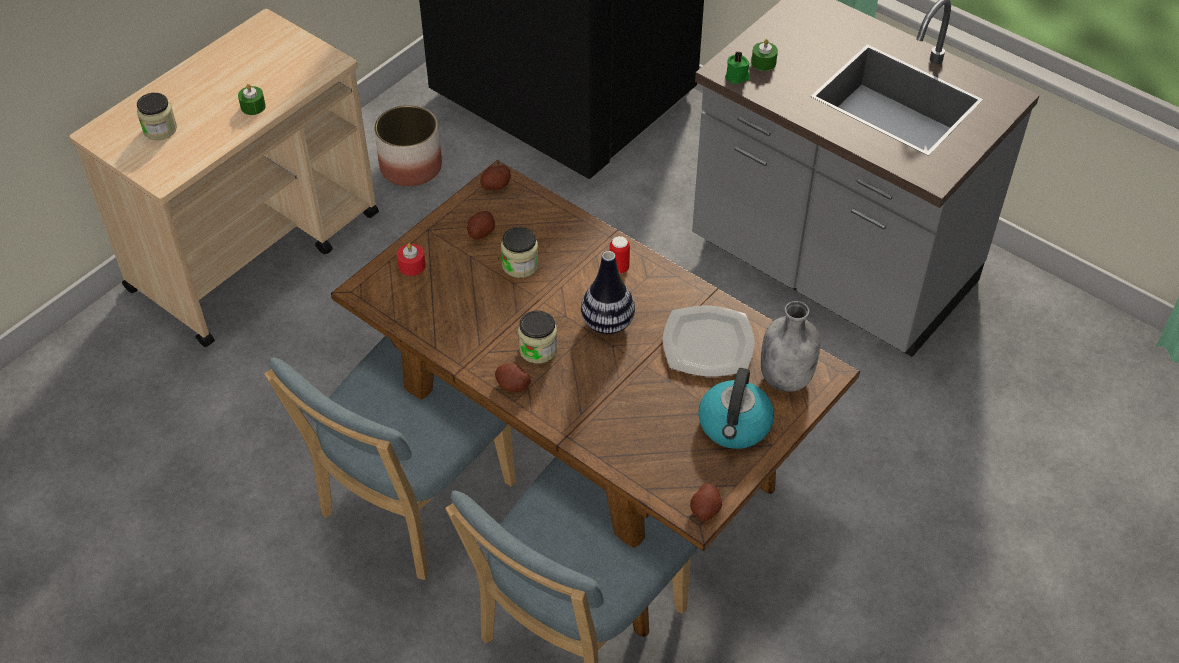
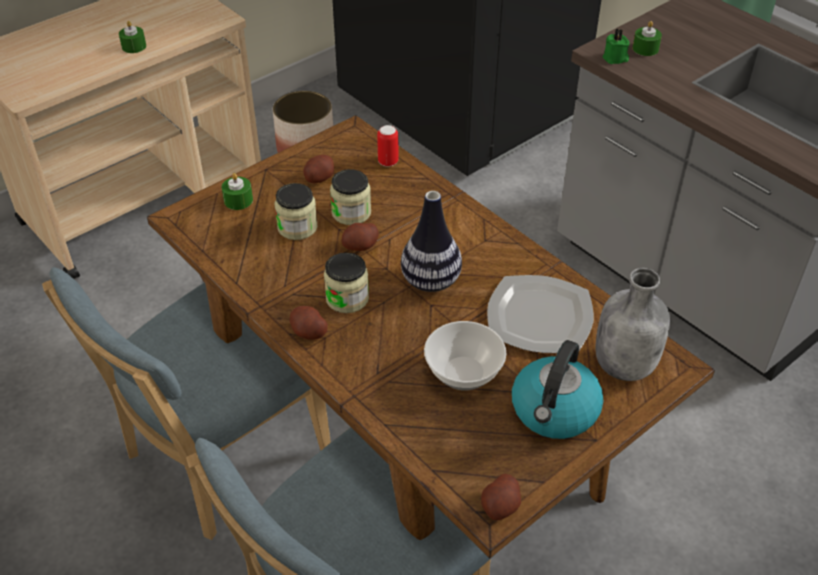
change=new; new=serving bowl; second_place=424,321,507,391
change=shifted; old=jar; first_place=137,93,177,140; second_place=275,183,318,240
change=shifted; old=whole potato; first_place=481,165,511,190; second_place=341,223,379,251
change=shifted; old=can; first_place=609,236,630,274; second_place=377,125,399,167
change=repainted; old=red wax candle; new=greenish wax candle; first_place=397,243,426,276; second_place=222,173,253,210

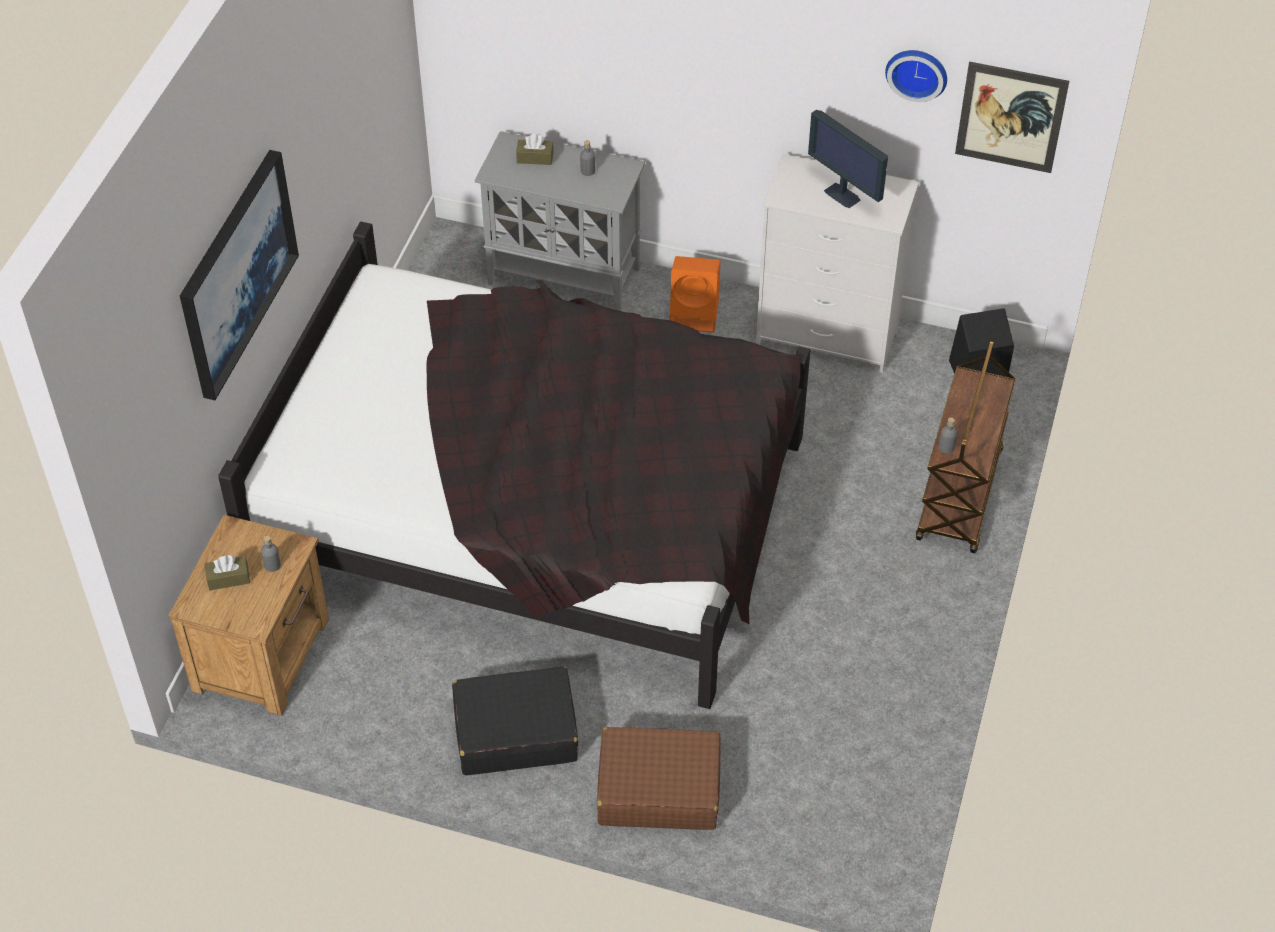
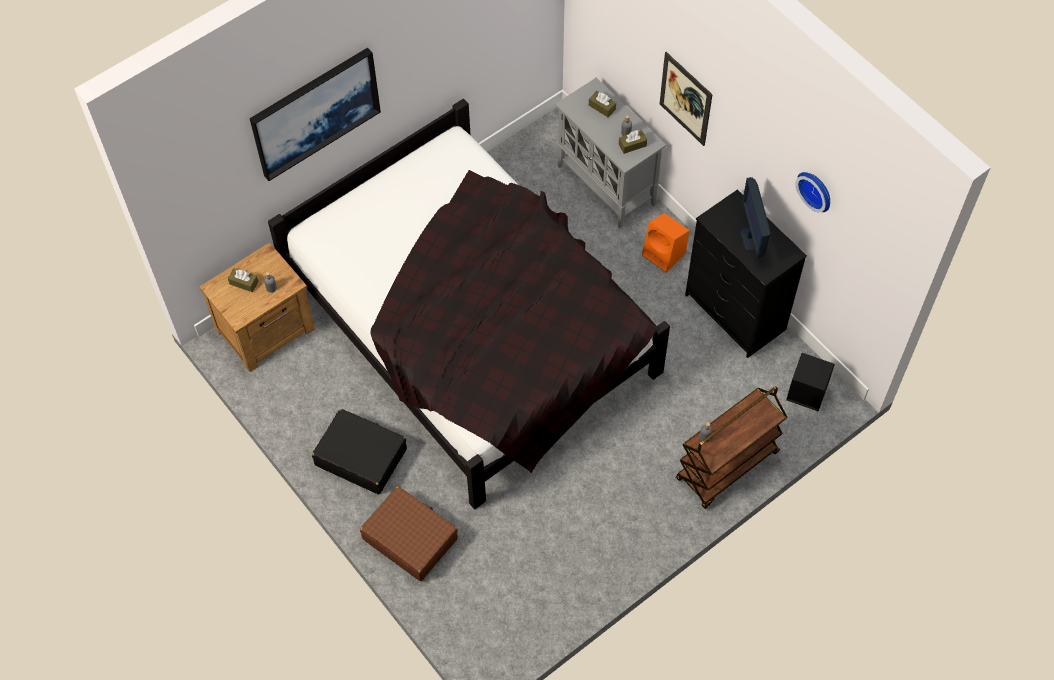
change=new; new=brown-coloured tissue box; second_place=619,130,647,154
change=shifted; old=wall picture; first_place=955,62,1069,173; second_place=660,52,713,146
change=repainted; old=white drawer chest; new=black drawer chest; first_place=756,154,919,373; second_place=685,189,807,358

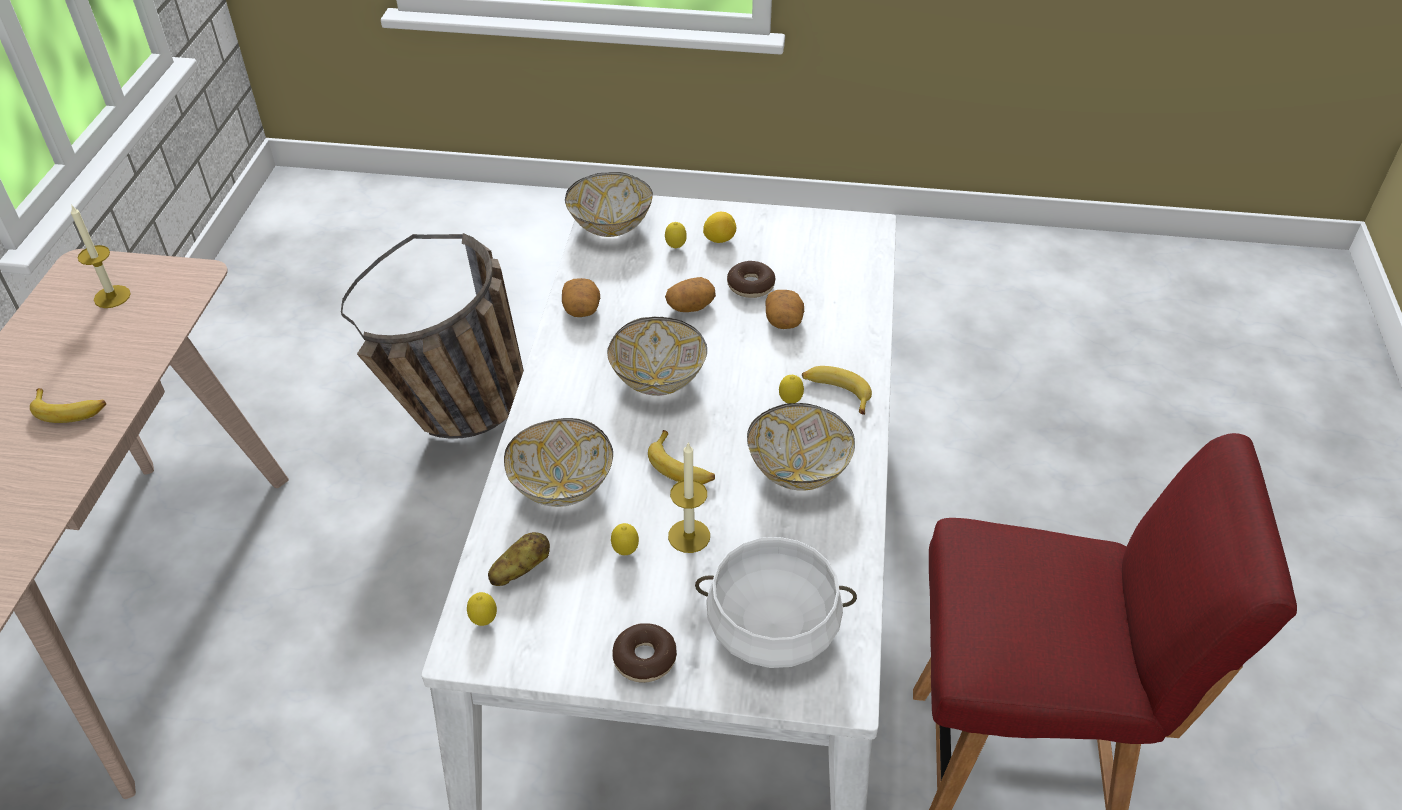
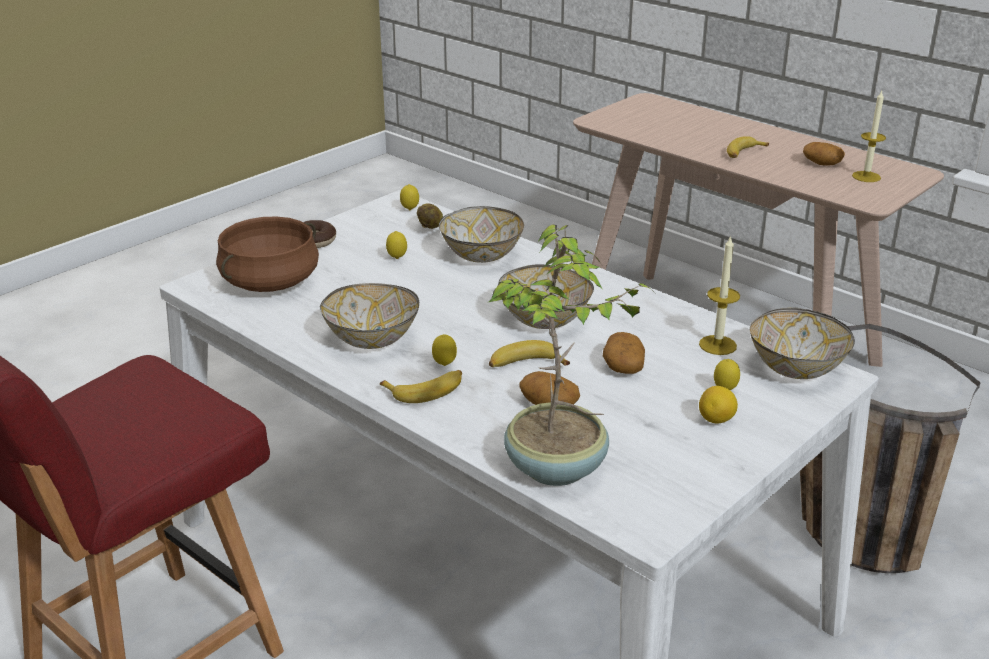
change=gone; old=ring doughnut; first_place=727,261,775,298
change=new; new=houseplant; second_place=489,224,656,486
change=shifted; old=whole potato; first_place=562,278,600,317; second_place=803,142,845,166
change=shifted; old=whole banana; first_place=648,430,715,484; second_place=489,340,570,367
change=shifted; old=wax candle; first_place=668,443,710,553; second_place=699,235,740,355
change=repainted; old=white cooking pot; new=brown-coloured cooking pot; first_place=695,537,857,668; second_place=216,216,319,292

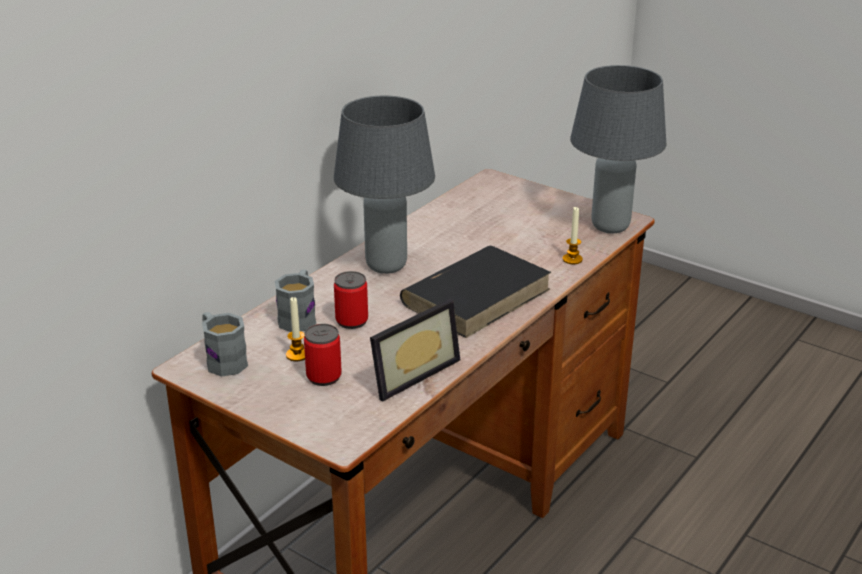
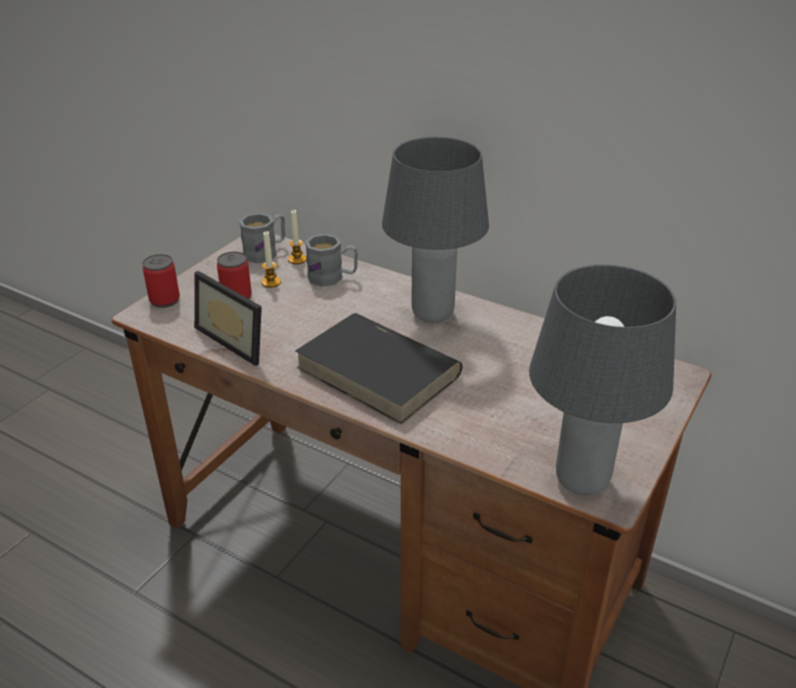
change=shifted; old=can; first_place=334,271,368,329; second_place=143,254,180,308
change=shifted; old=wax candle; first_place=563,206,583,264; second_place=288,209,306,264

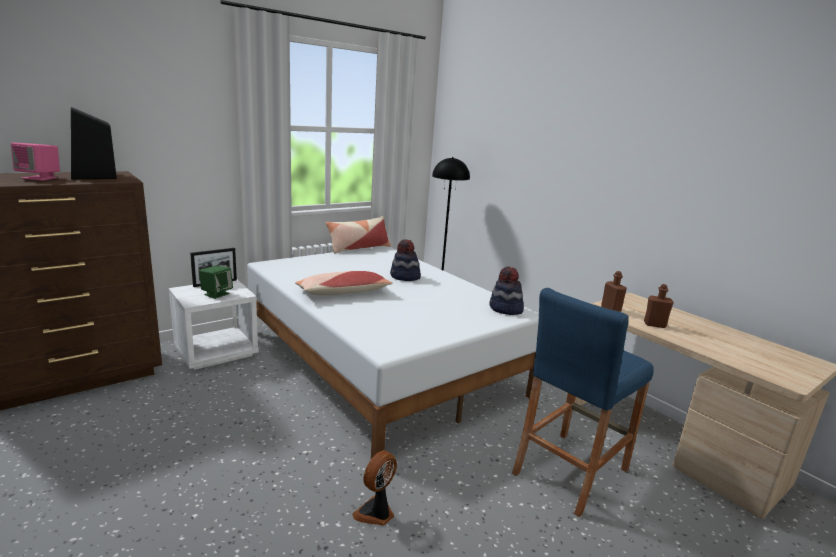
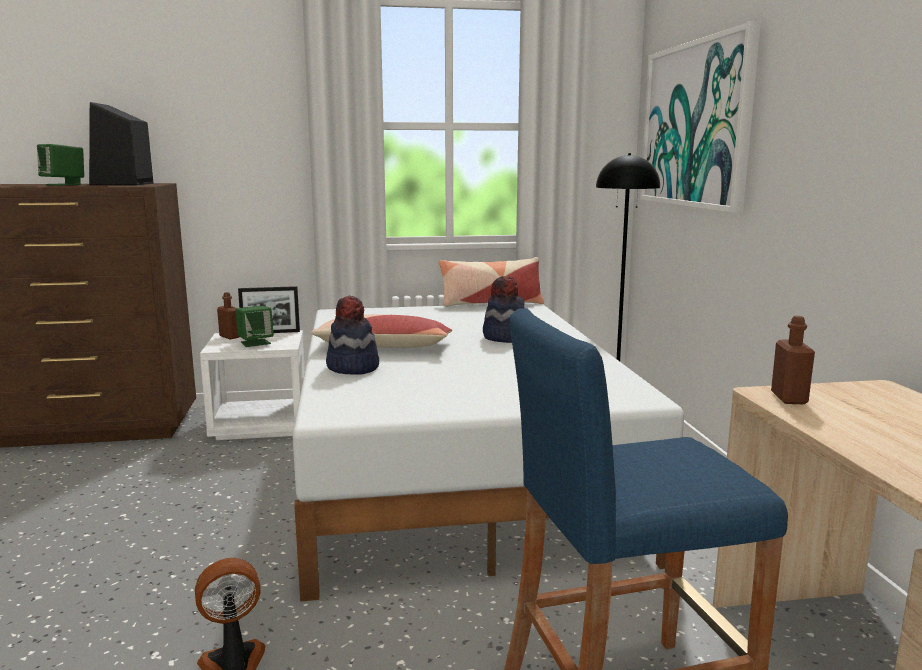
change=new; new=wall picture; second_place=640,22,761,213
change=shifted; old=wearable hat; first_place=489,267,524,315; second_place=326,296,379,375
change=shifted; old=brown-coloured bottle; first_place=644,284,674,328; second_place=217,292,240,339
change=repainted; old=pink-coloured loudspeaker; new=greenish loudspeaker; first_place=11,143,60,181; second_place=37,144,84,186

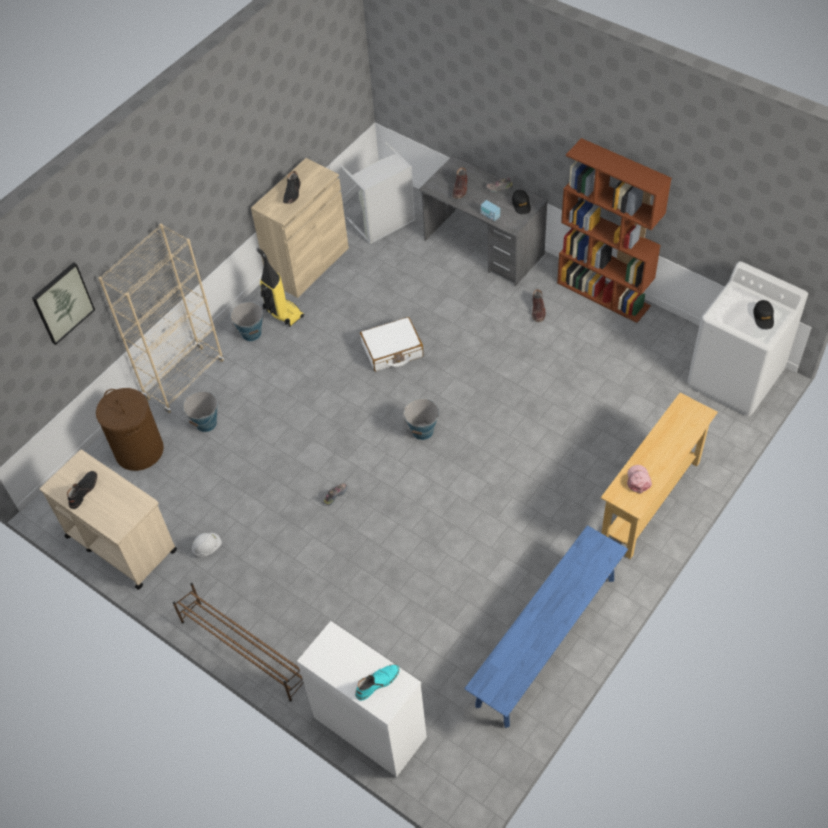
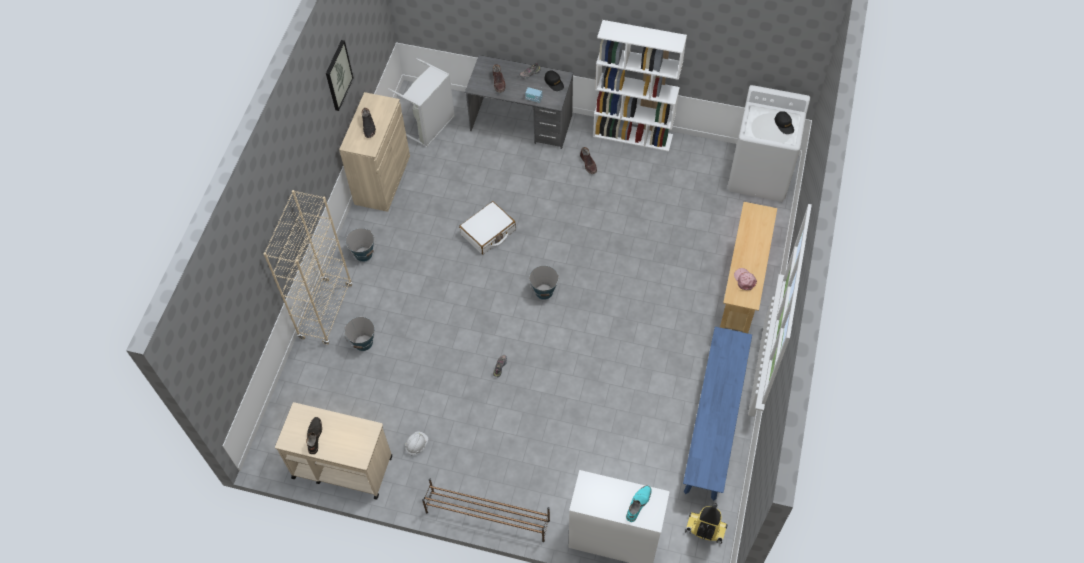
change=gone; old=brown-coloured laundry basket; first_place=96,388,164,471
change=shifted; old=wall picture; first_place=32,262,95,345; second_place=326,40,353,111
change=shifted; old=vacuum cleaner; first_place=256,248,304,327; second_place=685,503,728,544
change=repainted; old=brown-coloured bookshelf; new=white bookshelf; first_place=557,138,672,323; second_place=593,20,687,152

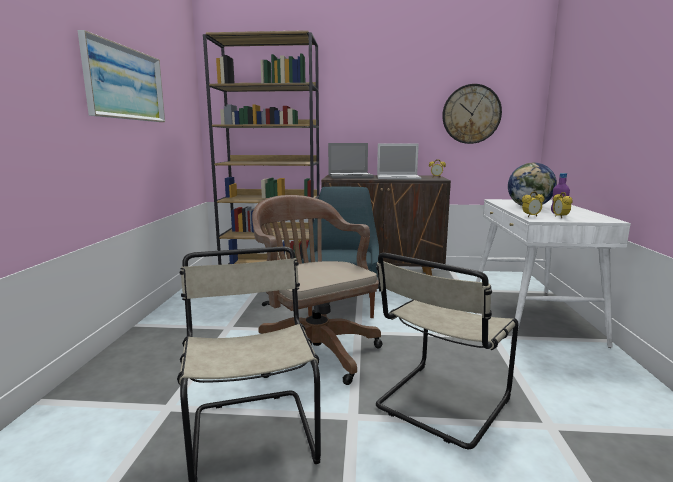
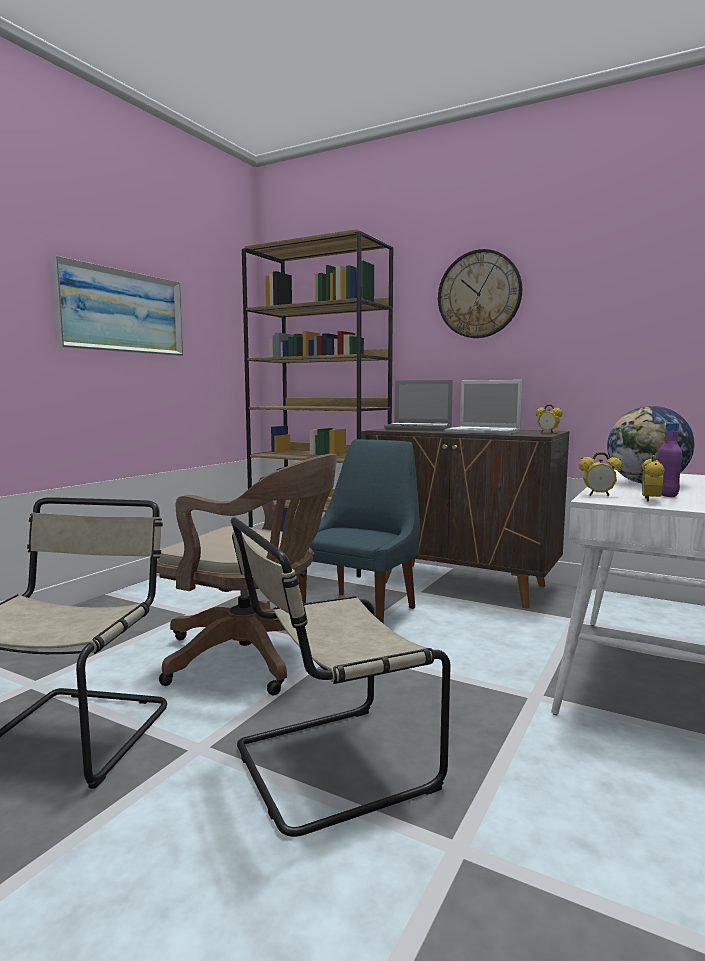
change=shifted; old=wall clock; first_place=442,84,502,144; second_place=438,249,522,338
change=rotated; old=brown-coloured computer chair; first_place=252,195,383,385; second_place=157,454,337,695; degrees=120

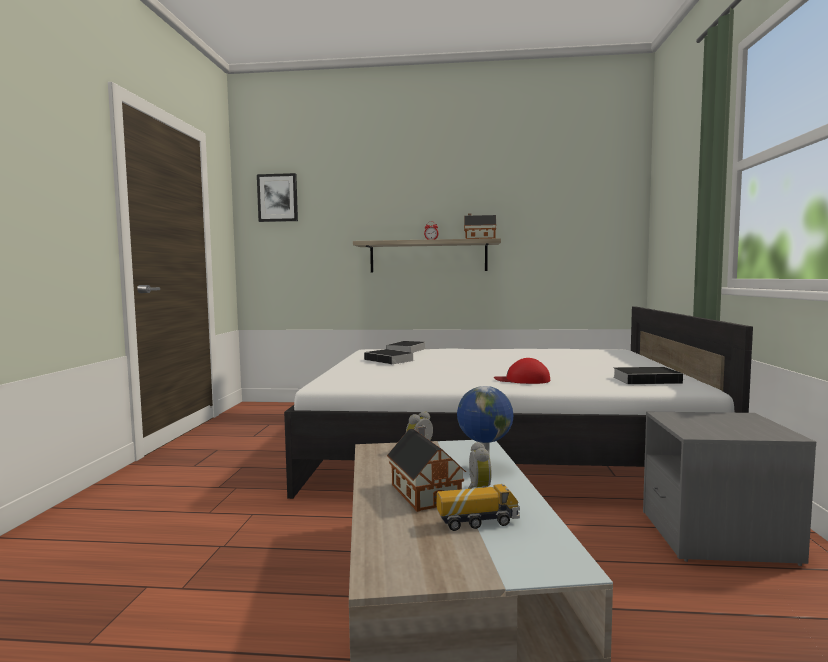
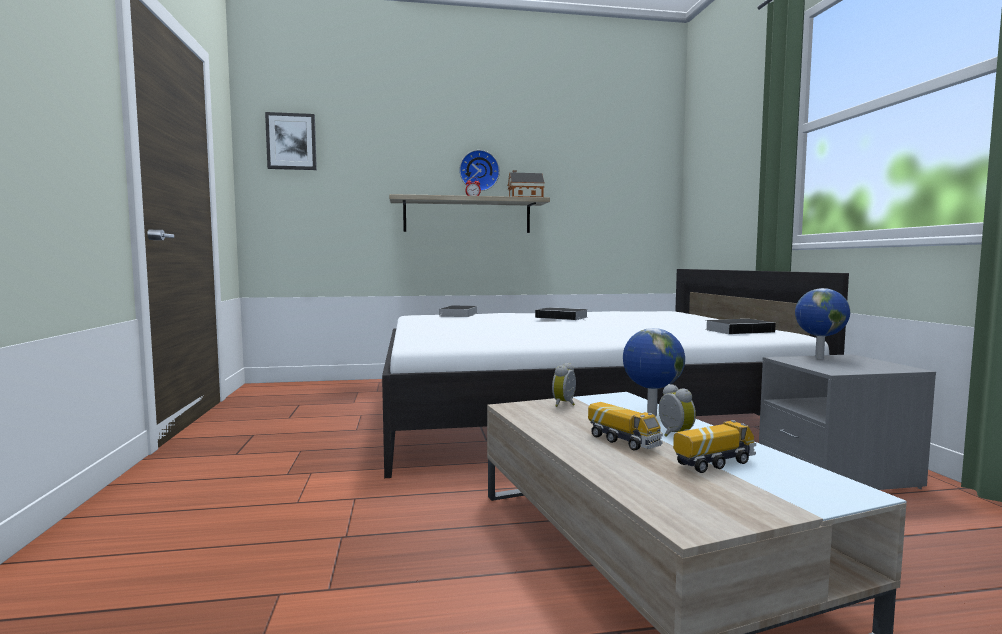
change=gone; old=red baseball cap; first_place=494,358,550,384
change=new; new=wall clock; second_place=459,150,500,191
change=new; new=world globe; second_place=795,288,850,359
change=shifted; old=book; first_place=364,349,414,365; second_place=535,307,588,320
change=swapped; old=miniature house; new=toy lorry; first_place=387,425,466,512; second_place=588,402,663,451

